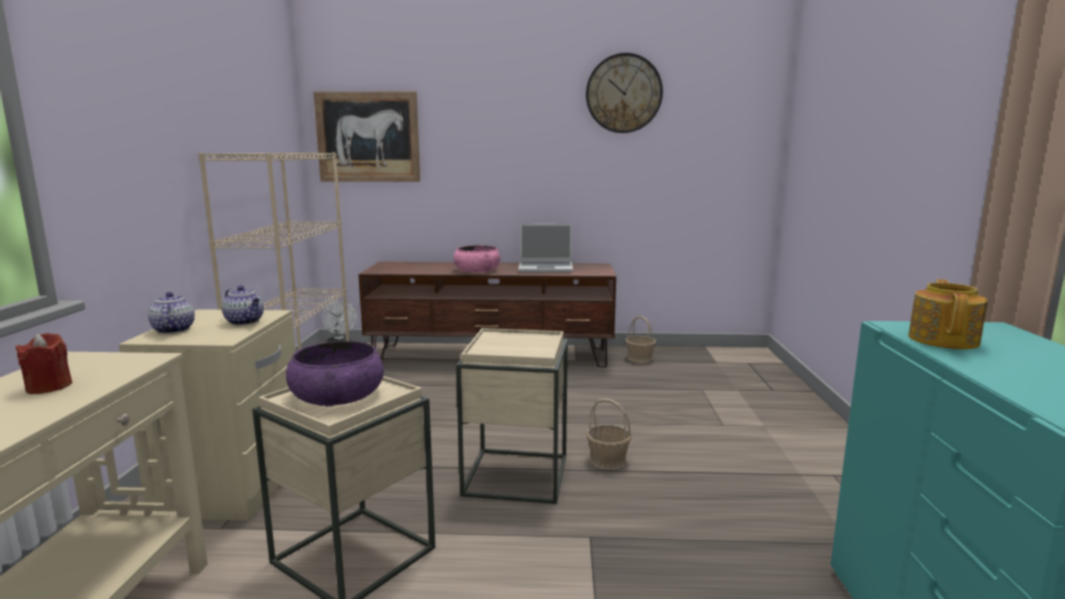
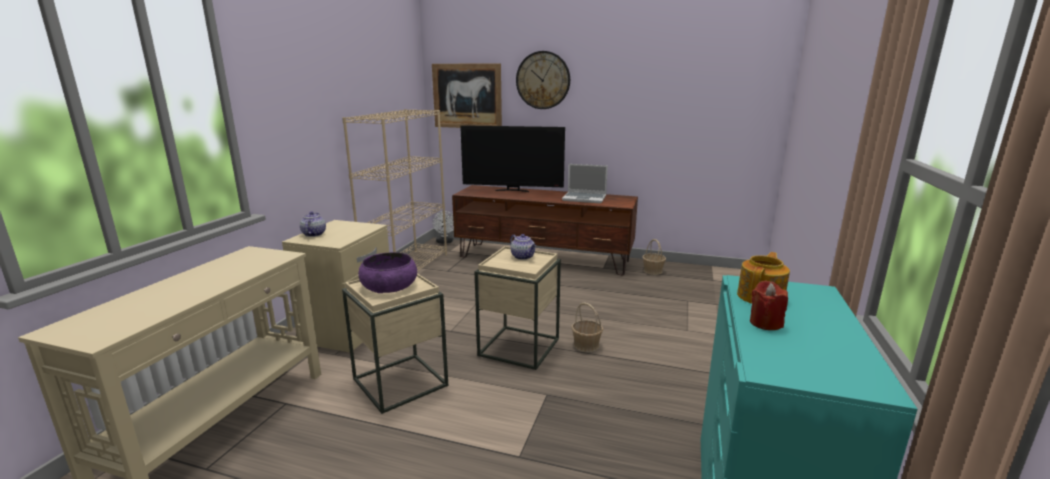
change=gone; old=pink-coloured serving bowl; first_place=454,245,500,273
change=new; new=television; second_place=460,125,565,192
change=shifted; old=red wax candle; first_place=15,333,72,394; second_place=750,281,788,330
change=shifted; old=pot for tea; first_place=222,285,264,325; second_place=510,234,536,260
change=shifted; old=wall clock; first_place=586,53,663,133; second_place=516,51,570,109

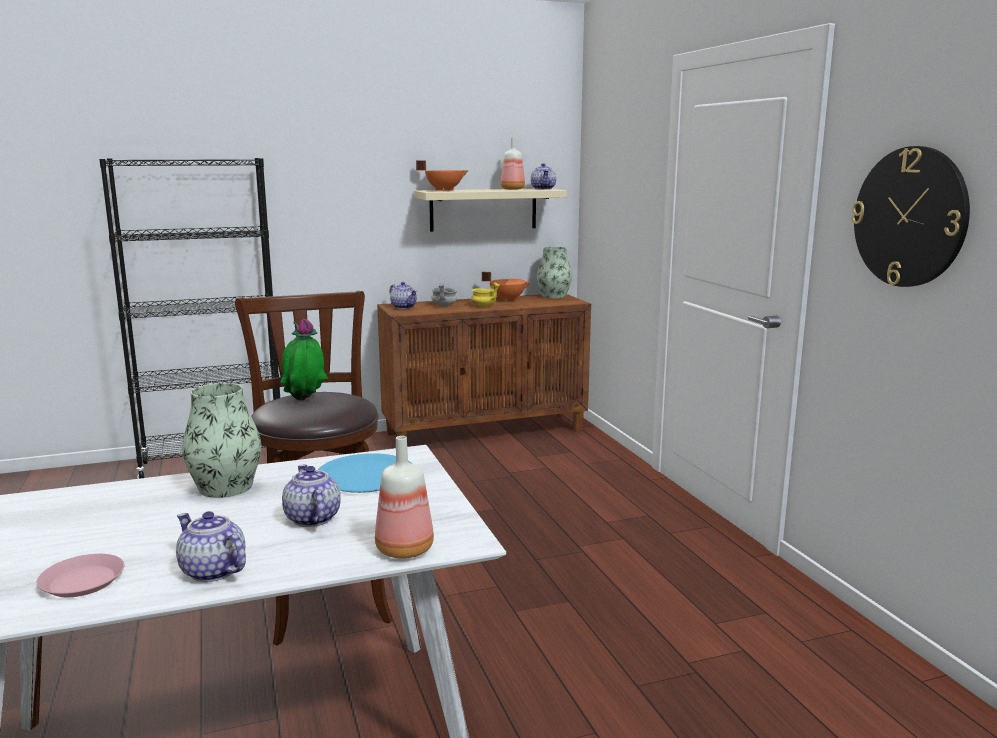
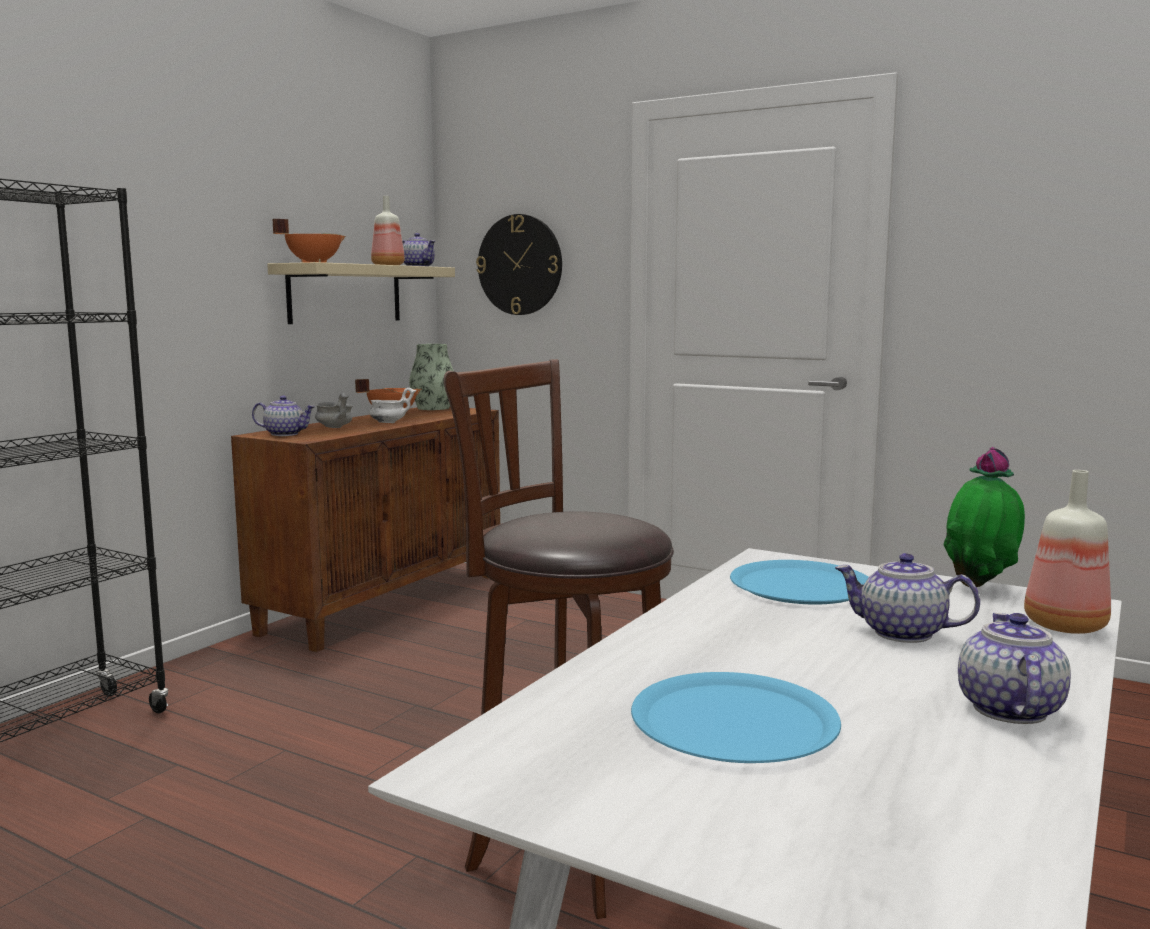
change=gone; old=pink-coloured flat dish; first_place=37,554,124,597
change=gone; old=flower vase; first_place=182,383,261,498
change=new; new=bluish flat dish; second_place=631,672,841,763
change=shifted; old=houseplant; first_place=280,318,328,401; second_place=944,447,1025,587
change=shifted; old=wall clock; first_place=851,146,970,287; second_place=476,214,562,315
change=repainted; old=yellow-coloured serving bowl; new=white serving bowl; first_place=471,283,500,307; second_place=369,388,416,423
change=rotated; old=pot for tea; first_place=176,511,246,582; second_place=958,613,1071,724; degrees=105

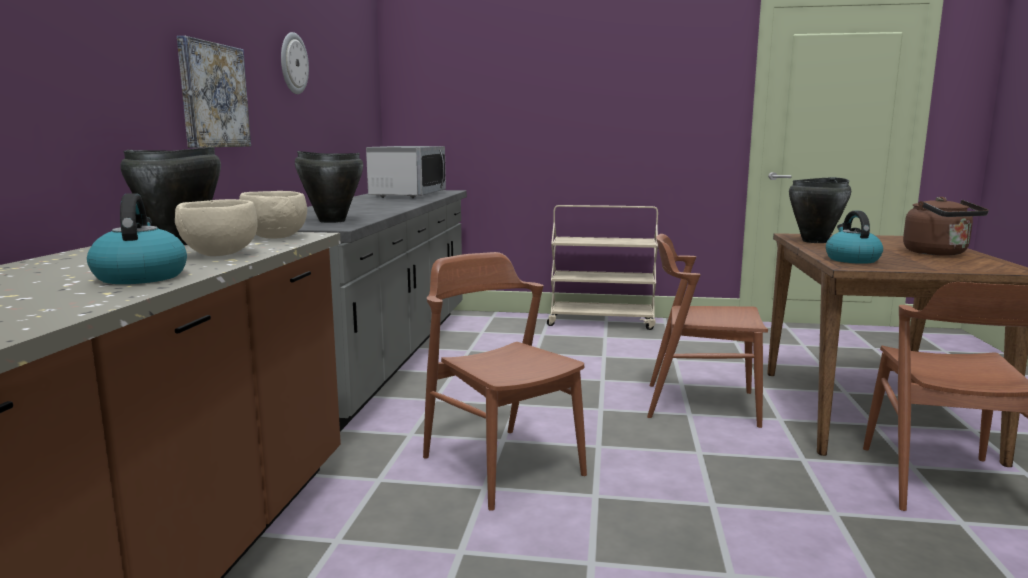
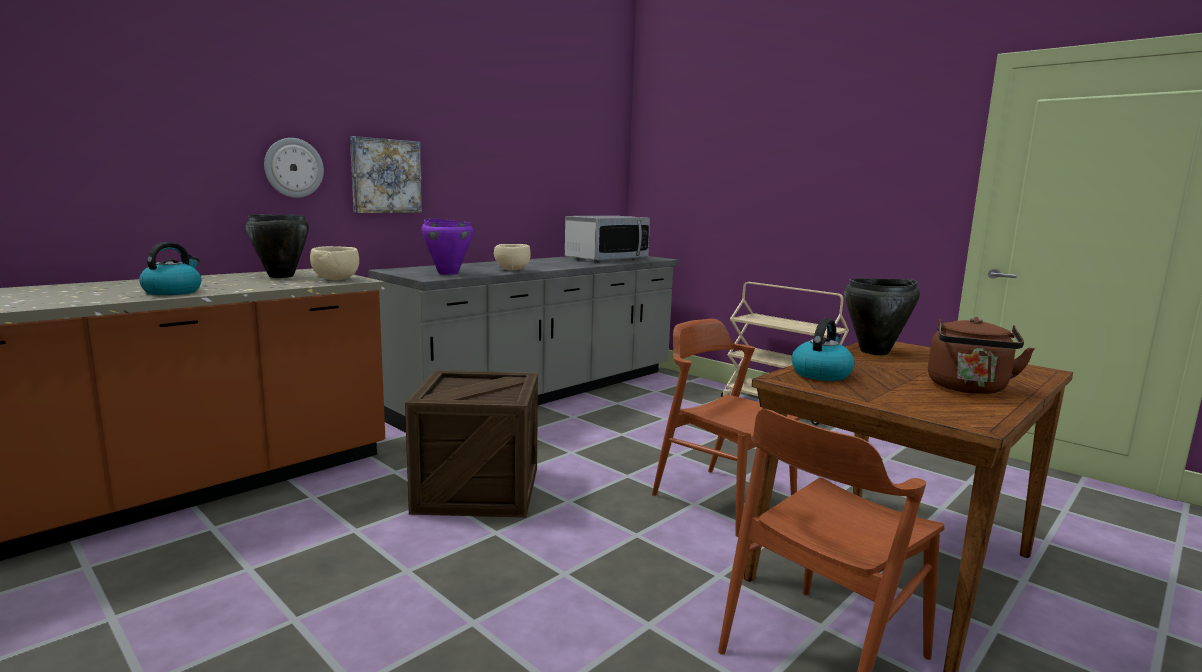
change=shifted; old=beige serving bowl; first_place=175,199,258,256; second_place=494,244,531,271
change=shifted; old=wall clock; first_place=281,32,309,94; second_place=264,138,324,198
change=swapped; old=brown-coloured plain chair; new=packing crate; first_place=423,252,587,511; second_place=405,370,538,518
change=repainted; old=black cooking pot; new=purple cooking pot; first_place=295,151,363,223; second_place=421,218,473,275

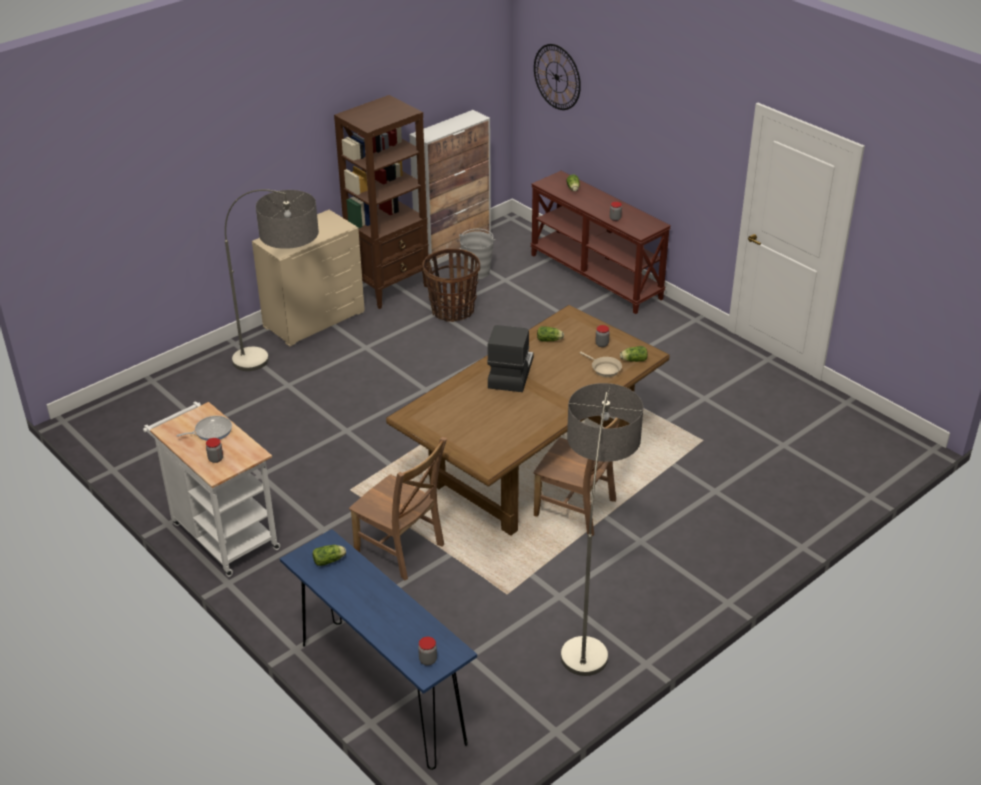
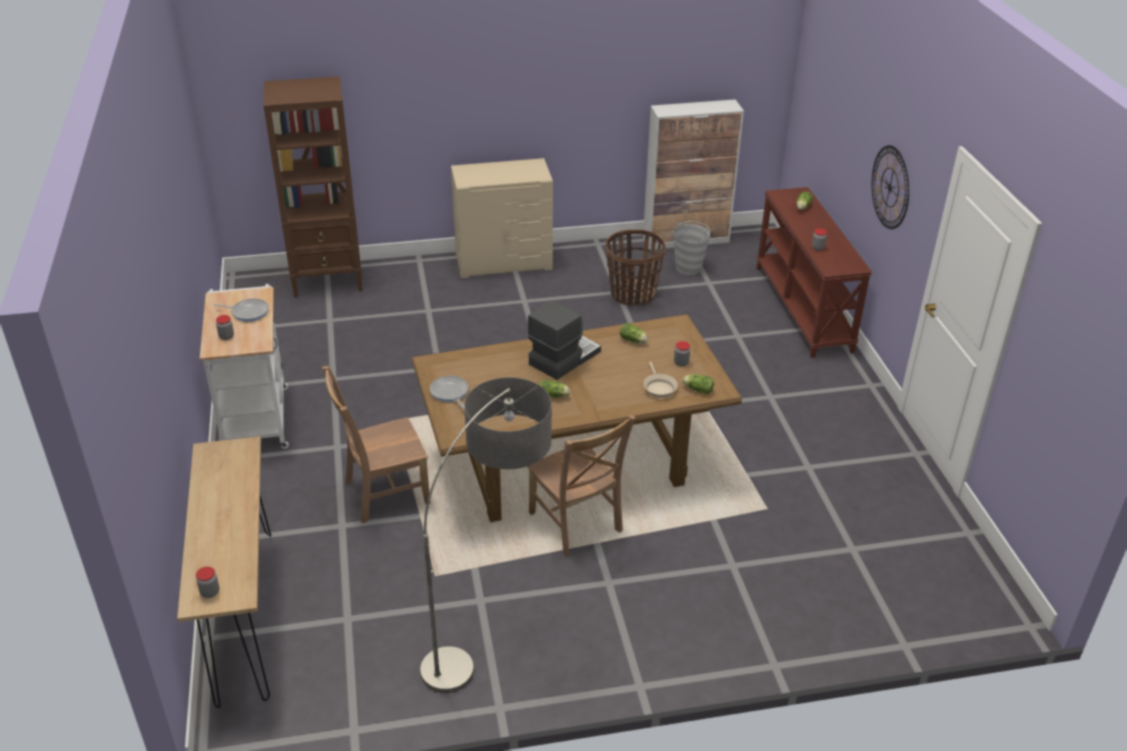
change=gone; old=standing lamp; first_place=225,189,319,371
change=new; new=skillet; second_place=430,376,468,409
change=shifted; old=head of lettuce; first_place=313,545,346,566; second_place=539,380,570,398
change=shifted; old=brown-coloured bookshelf; first_place=334,95,429,309; second_place=263,76,363,297
change=shifted; old=wall clock; first_place=534,44,581,110; second_place=872,145,909,229
change=repainted; old=bluish console table; new=brown-coloured console table; first_place=280,529,477,770; second_place=177,436,271,708
change=rotated; old=brown-coloured plain chair; first_place=349,437,447,581; second_place=322,366,430,523; degrees=90

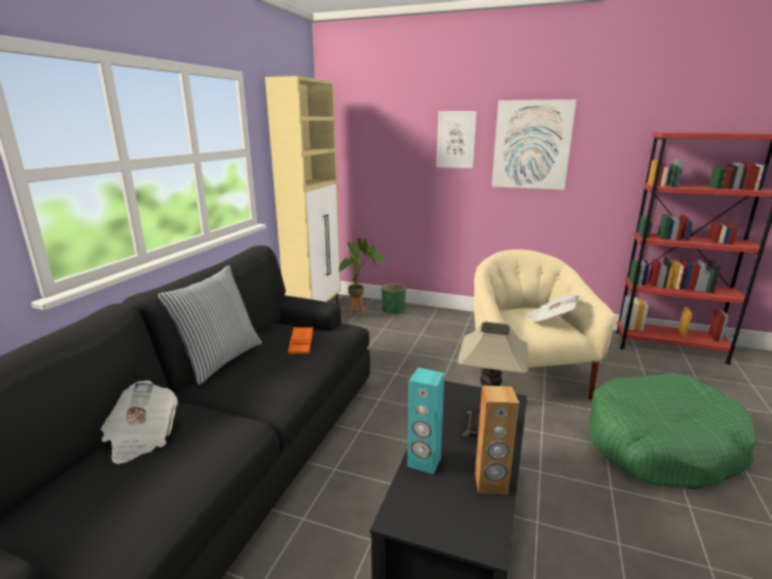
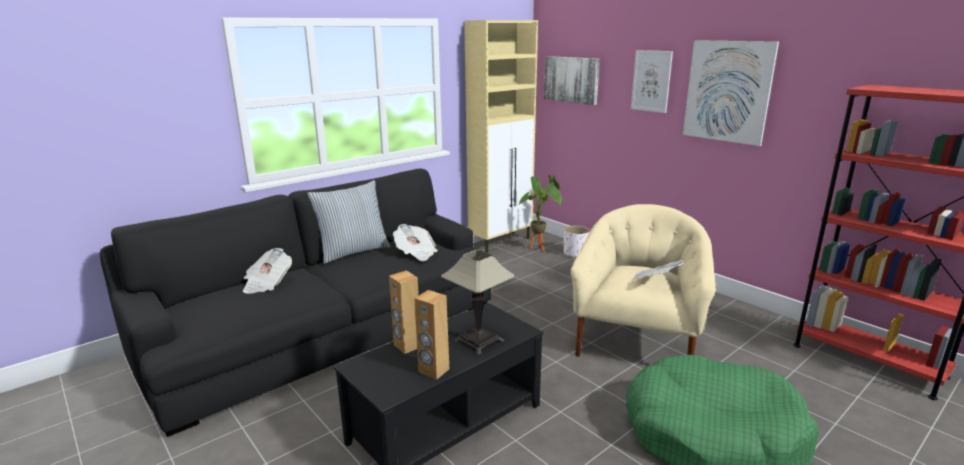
change=new; new=wall picture; second_place=544,56,600,105
change=swapped; old=orange tray; new=printed paper; first_place=288,327,313,354; second_place=393,224,438,261
change=repainted; old=greenish planter; new=white planter; first_place=382,283,406,315; second_place=564,226,590,258
change=repainted; old=turquoise loudspeaker; new=brown-coloured loudspeaker; first_place=407,367,444,474; second_place=389,270,419,354

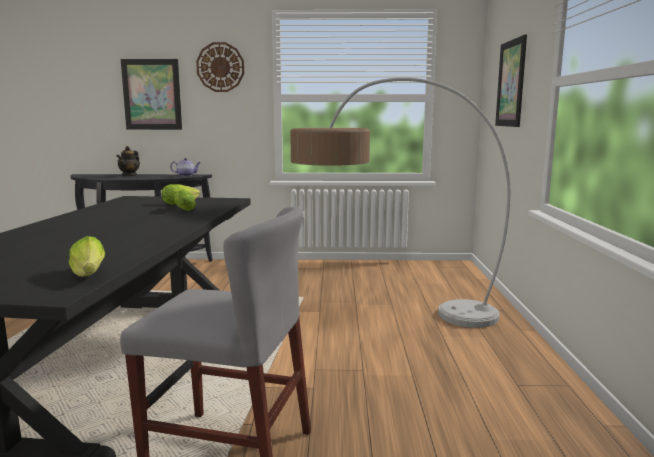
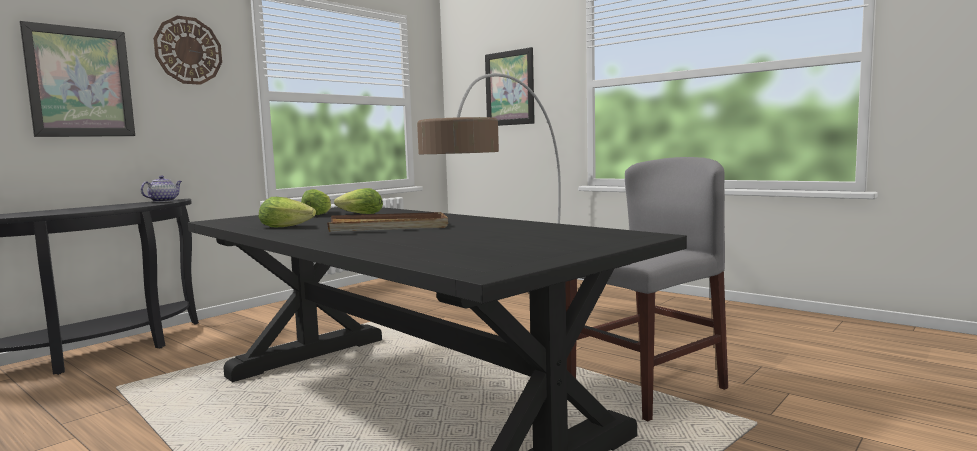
change=gone; old=pot for tea; first_place=117,146,140,176
change=new; new=brown-coloured tray; second_place=327,212,448,232
change=shifted; old=head of lettuce; first_place=69,236,105,277; second_place=259,197,316,228

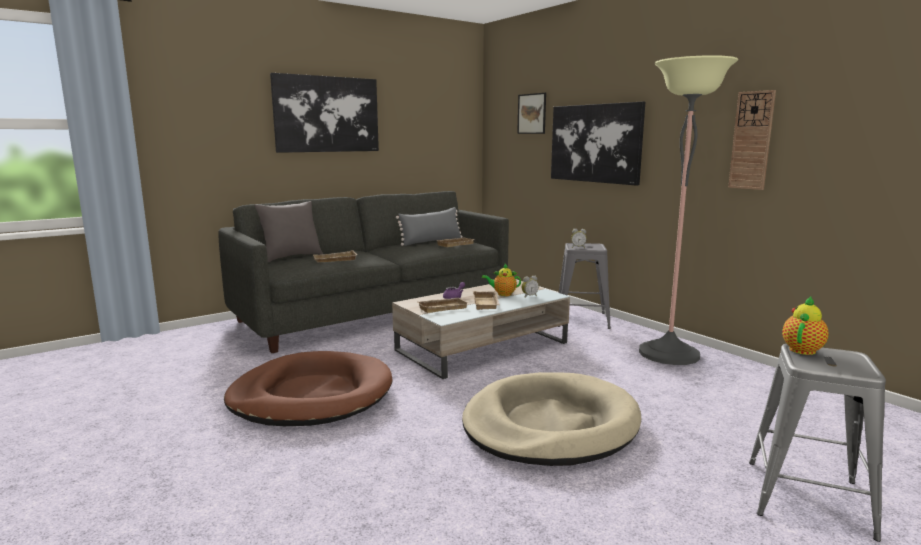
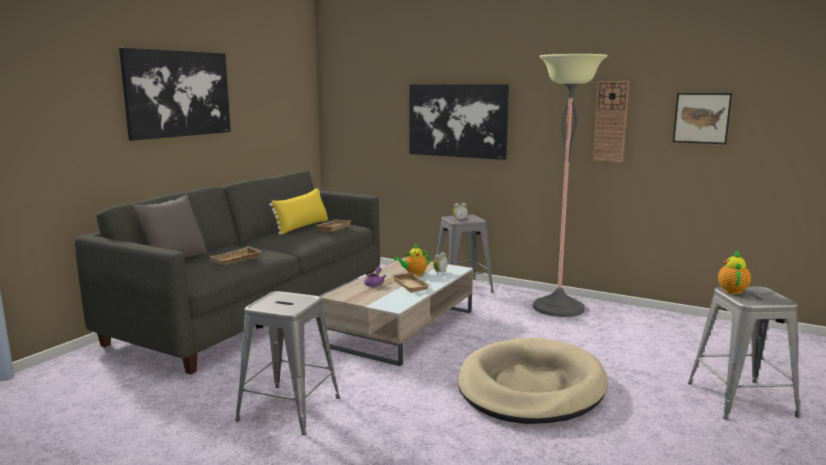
change=gone; old=beige tray; first_place=418,298,468,313
change=shifted; old=wall picture; first_place=517,93,546,134; second_place=673,93,732,144
change=swapped; old=brown-coloured dog bed; new=gray stool seat; first_place=224,351,393,426; second_place=235,291,340,435
change=repainted; old=gray cushion; new=yellow-coloured cushion; first_place=396,207,462,246; second_place=269,188,328,235

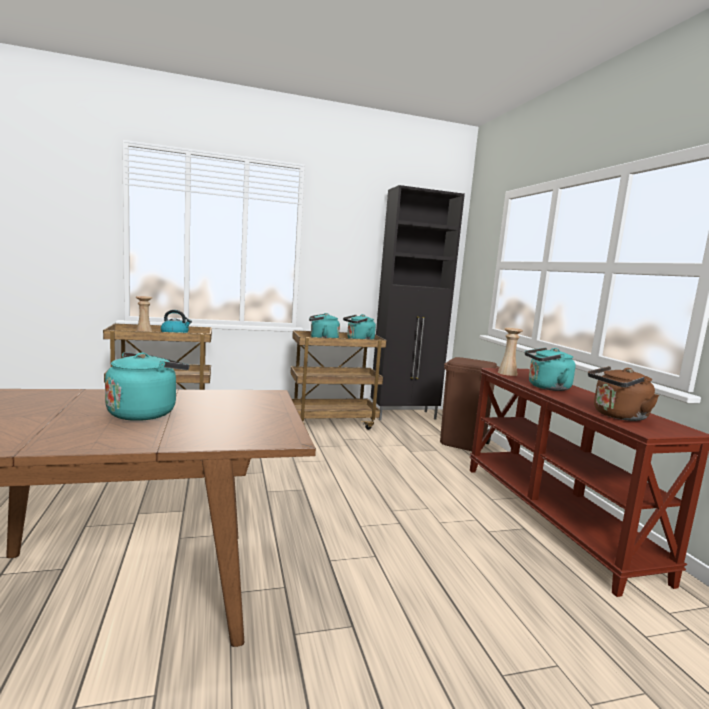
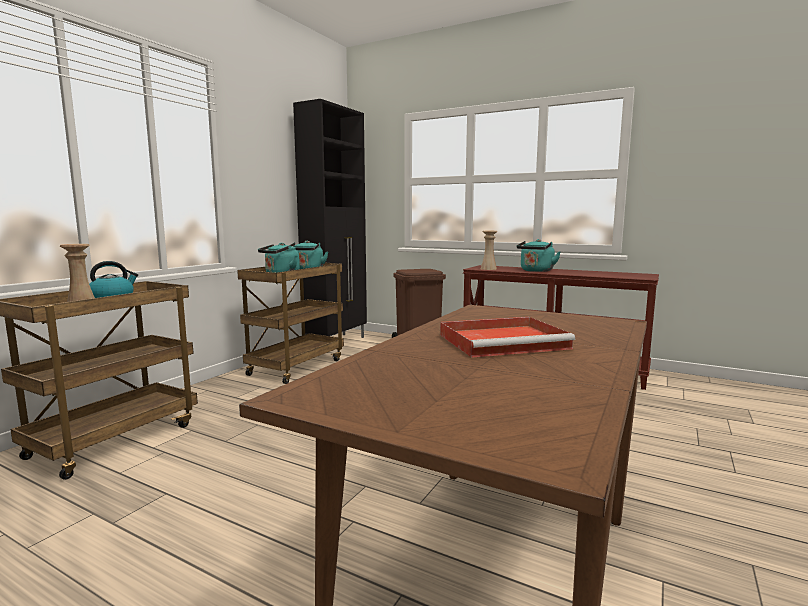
change=gone; old=brown-coloured water kettle; first_place=588,366,659,421
change=swapped; old=turquoise water kettle; new=red tray; first_place=105,352,189,421; second_place=440,317,575,358

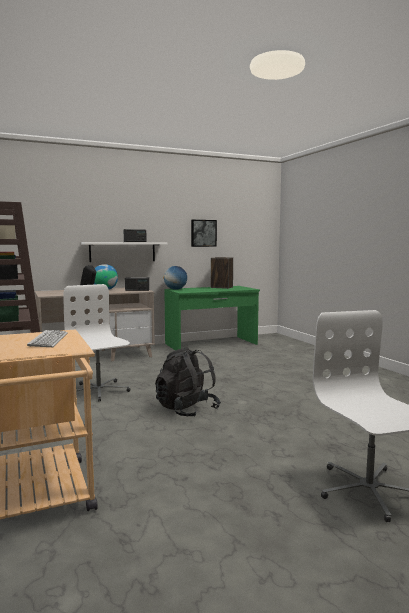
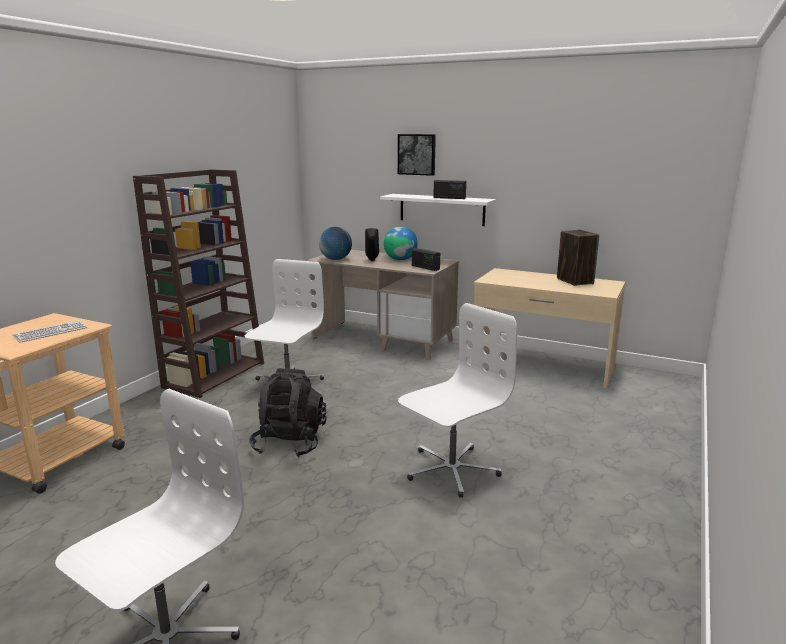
change=new; new=white computer chair; second_place=398,303,517,498
change=shifted; old=world globe; first_place=163,266,187,290; second_place=319,227,352,260
change=shifted; old=wall picture; first_place=191,220,217,247; second_place=398,134,436,176
change=repainted; old=greenish desk; new=beige desk; first_place=164,286,260,350; second_place=471,268,625,388

